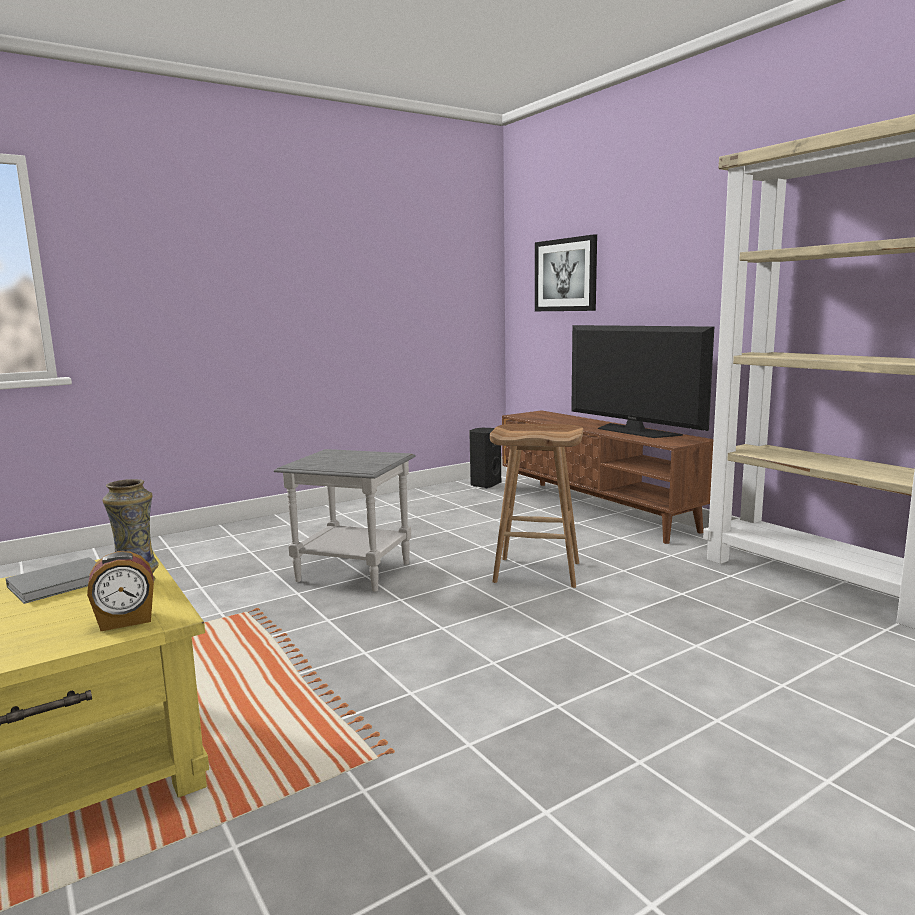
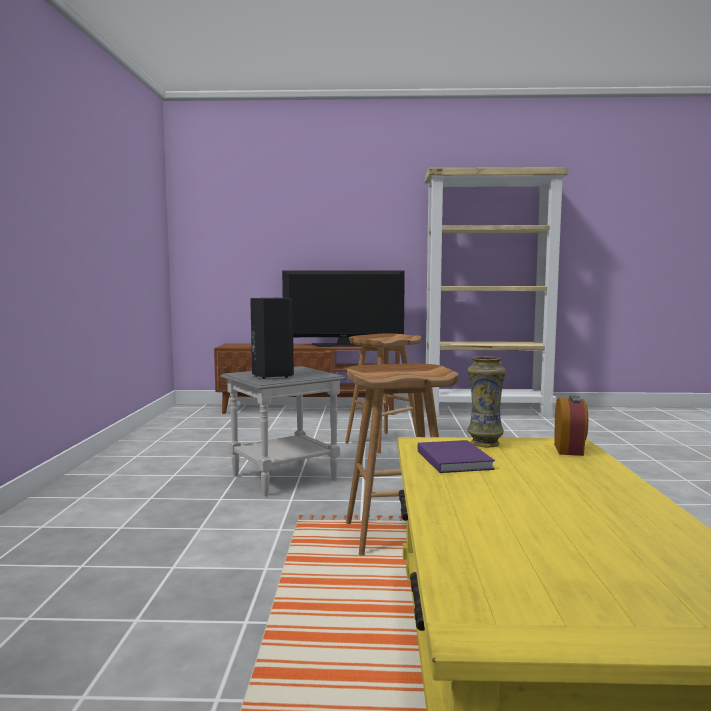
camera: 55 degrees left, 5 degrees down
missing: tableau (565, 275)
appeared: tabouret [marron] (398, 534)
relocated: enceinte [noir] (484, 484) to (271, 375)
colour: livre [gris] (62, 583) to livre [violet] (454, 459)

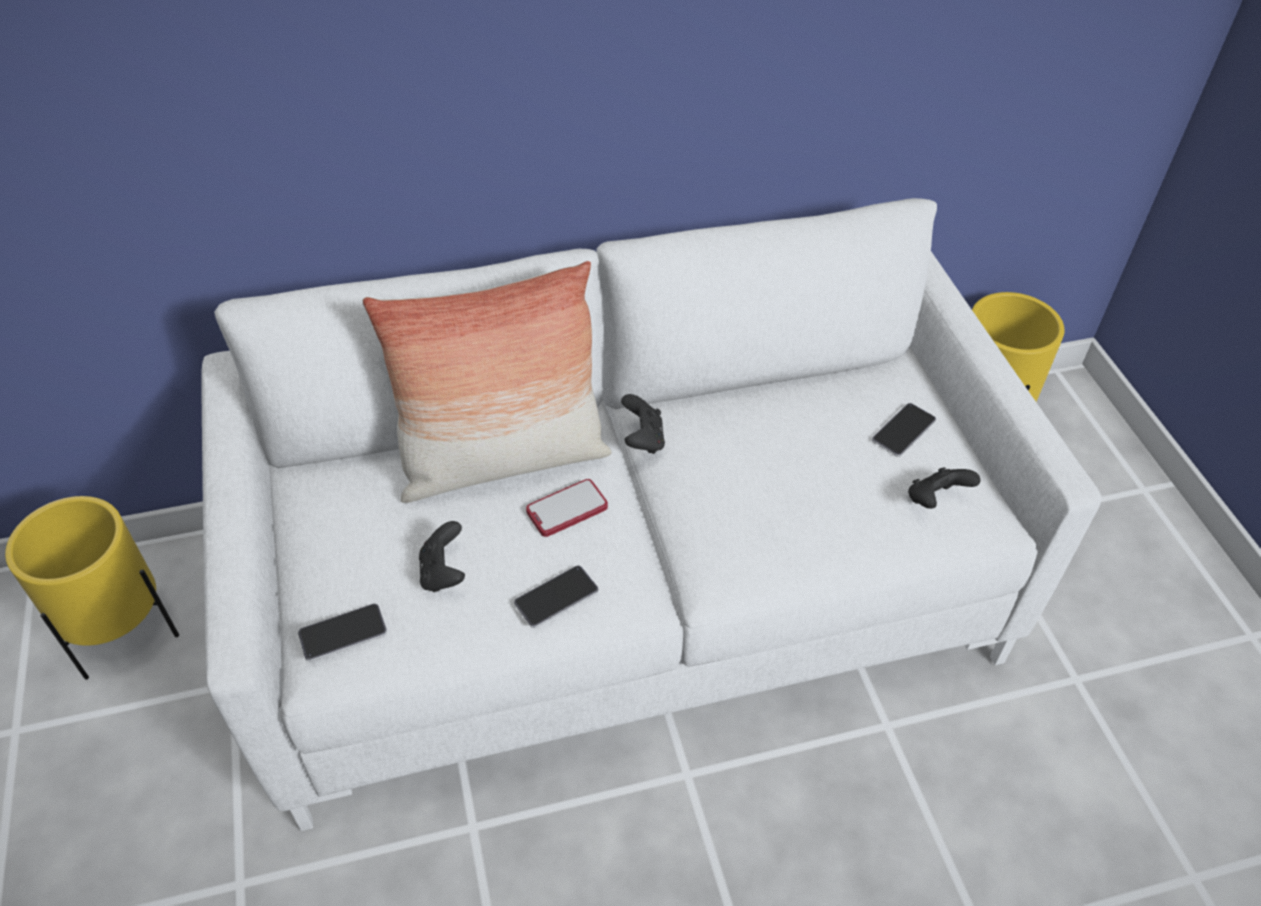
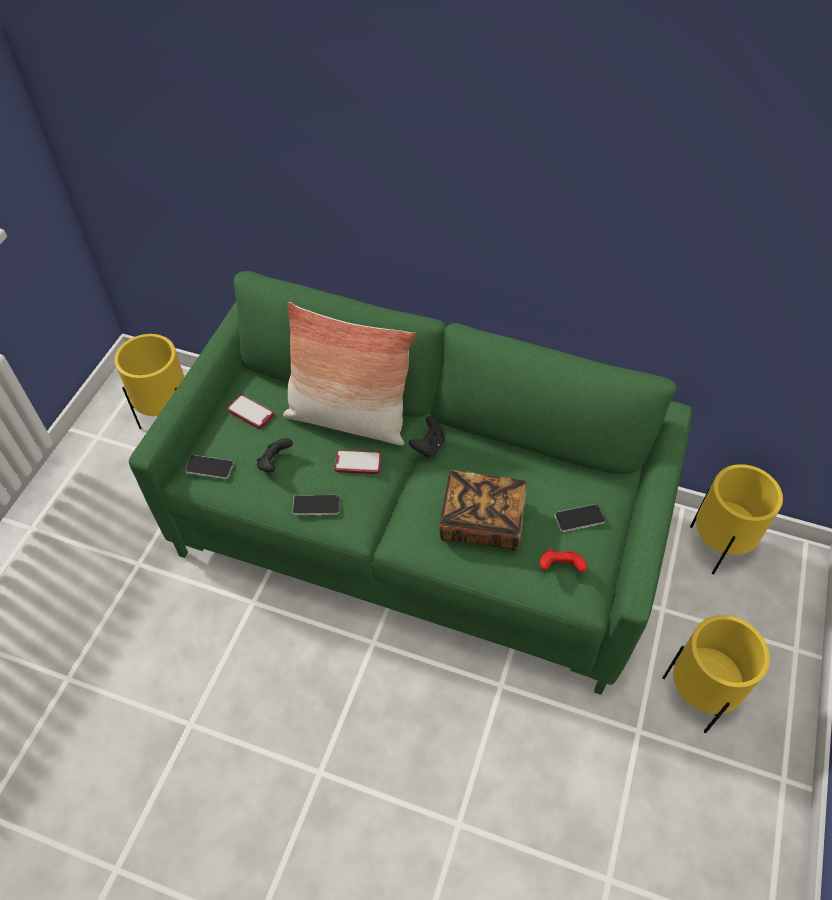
camera: 35 degrees right, 5 degrees up
appeared: téléphone (250, 413); livre (481, 521); cache-pot [jaune] (697, 696)
colour: canapé [blanc] (627, 594) to canapé [vert] (417, 530); manette [noir] (935, 500) to manette [rouge] (560, 568)

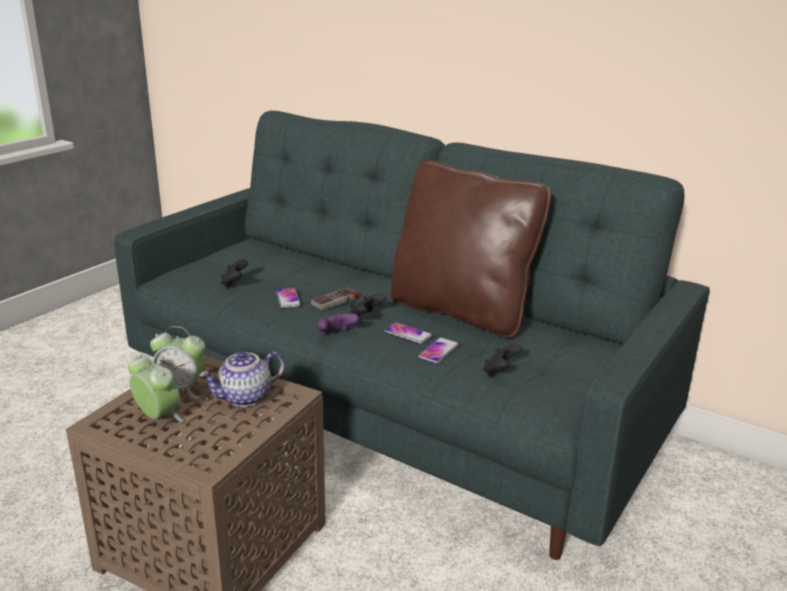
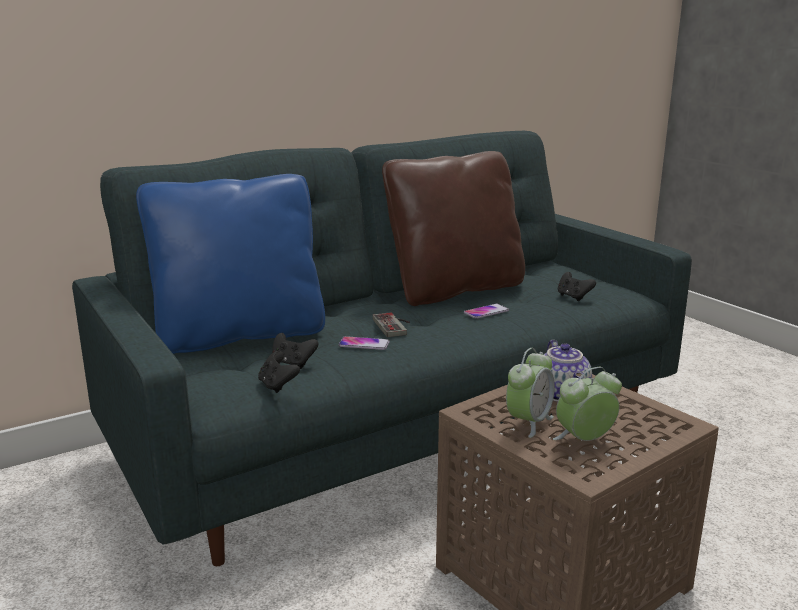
camera: 65 degrees left, 5 degrees down
missing: manette [violet] (336, 335); téléphone (438, 351)
appeared: coussin [bleu] (240, 335)
relocated: manette [noir] (366, 317) to (277, 386)

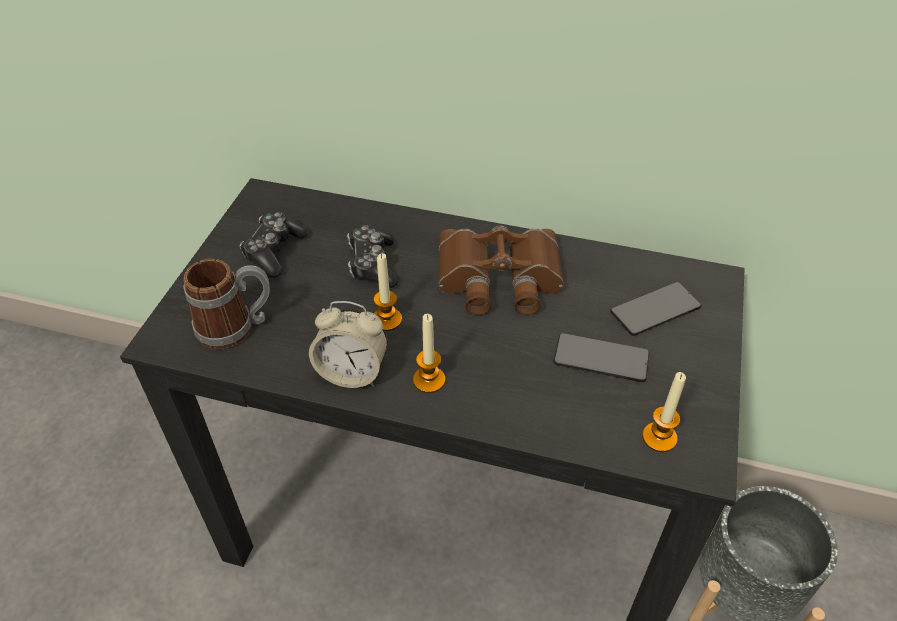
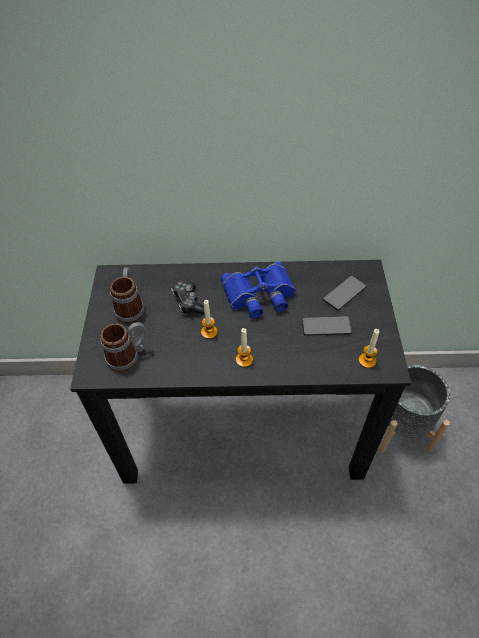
camera: 15 degrees left, 5 degrees up
missing: réveil (352, 372)
exchanged: manette (274, 251) to mug (131, 307)
colour: jumelles [marron] (498, 279) to jumelles [bleu] (259, 295)

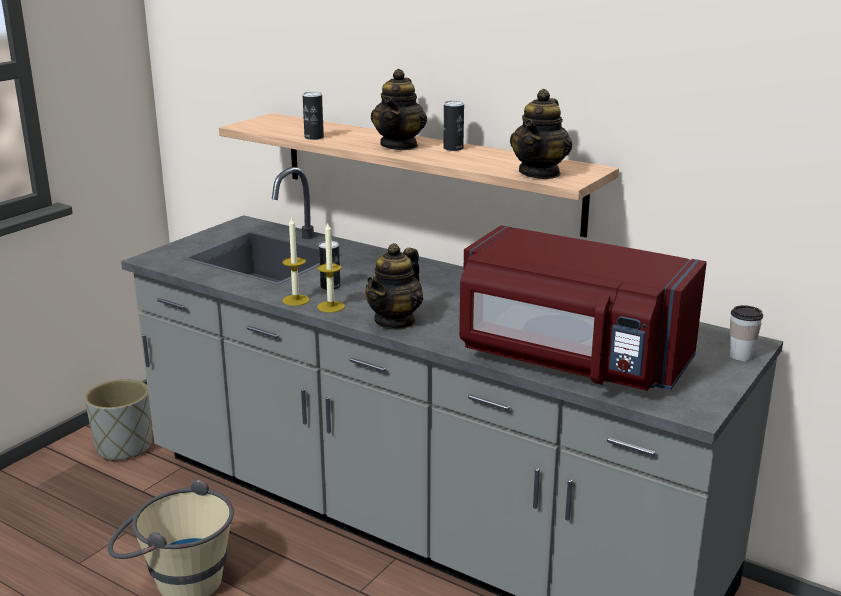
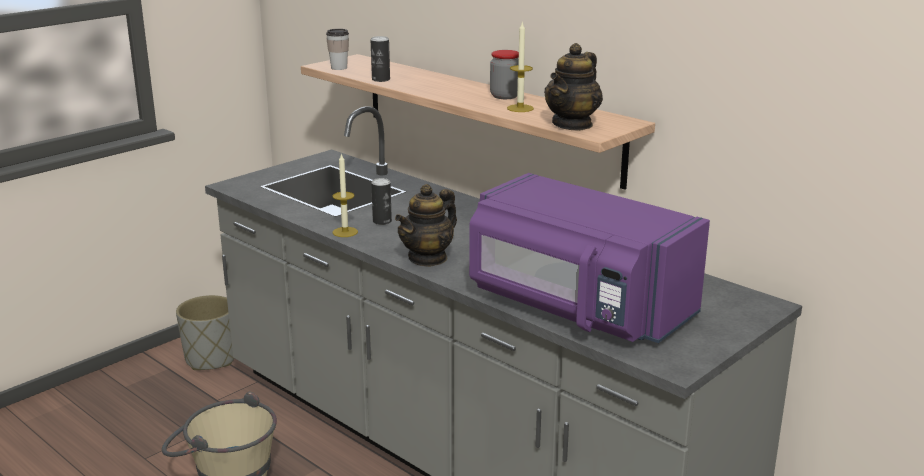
camera: 10 degrees right, 0 degrees up
missing: théière (399, 145)
relocated: bougie (331, 307) to (520, 108); tasse (740, 356) to (339, 68)
exchanged: boîte métallique (453, 148) to bocal (505, 96)
colour: micro-ondes [rouge] (570, 361) to micro-ondes [violet] (576, 308)

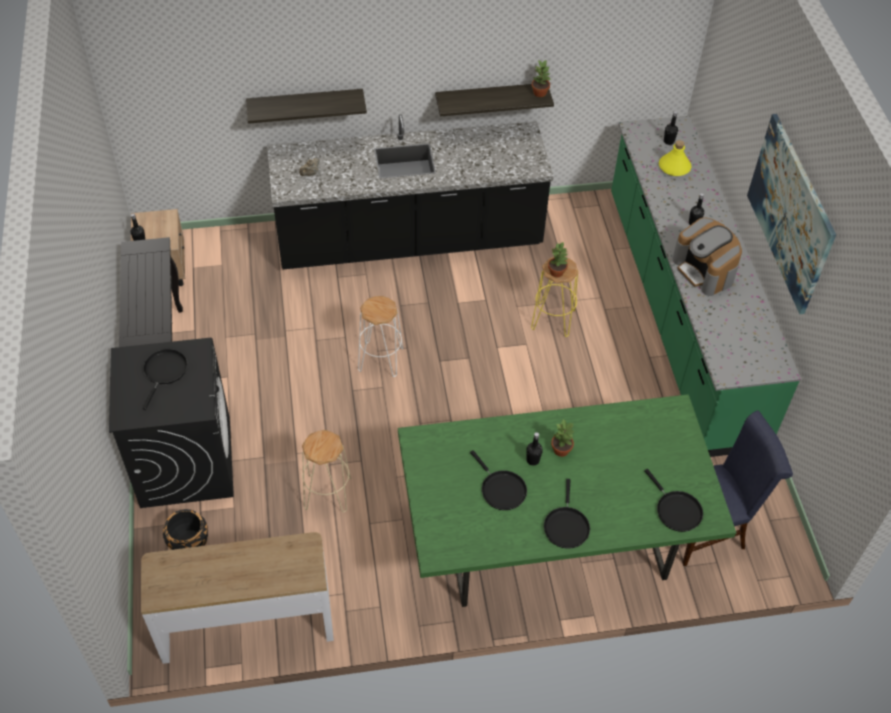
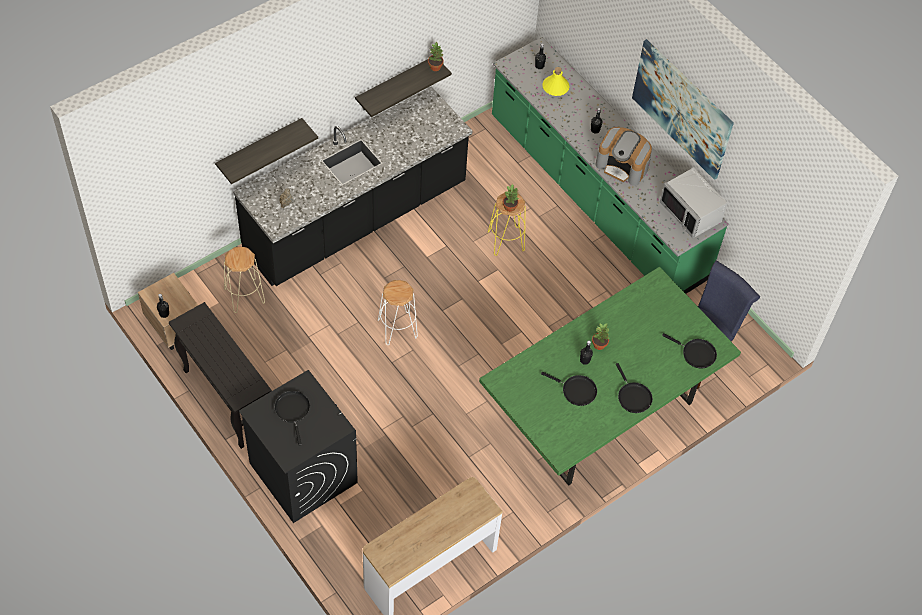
camera: 30 degrees left, 5 degrees up
missing: cache-pot [noir] (189, 544)
appeared: micro-ondes [gris] (691, 212)
relocated: tabouret [beige] (327, 493) to (244, 295)

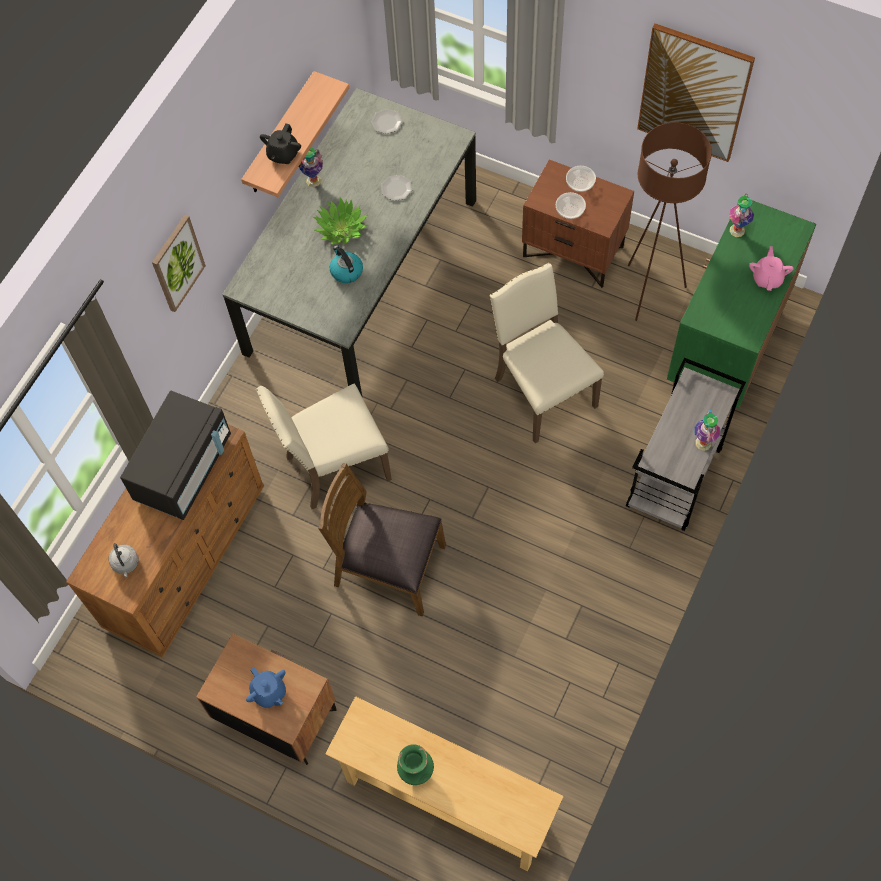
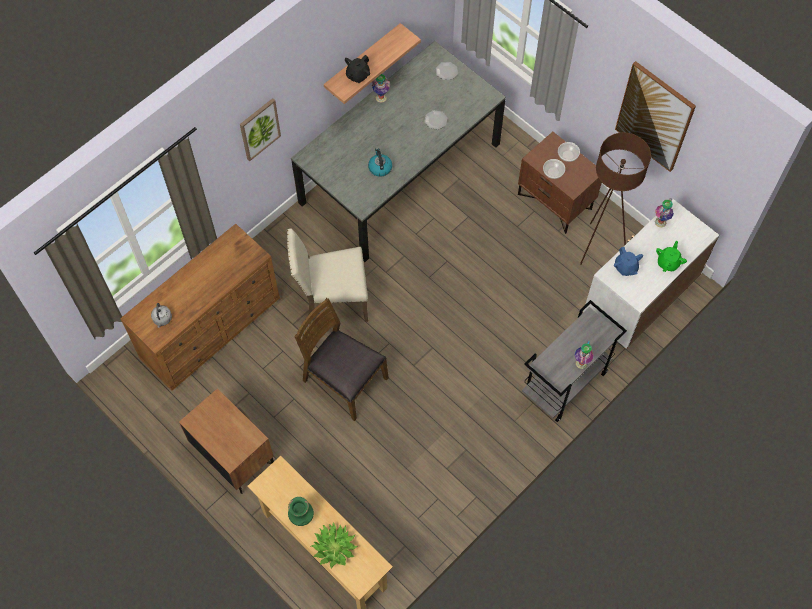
camera: 15 degrees right, 0 degrees up
missing: chaise [beige] (542, 392); micro-ondes [noir] (184, 468)
relocated: plante en pot (341, 228) to (334, 547); théière [bleu] (269, 692) to (625, 267)
colour: meuble de rangement [vert] (726, 347) to meuble de rangement [blanc] (638, 303); théière [rose] (767, 278) to théière [vert] (668, 262)

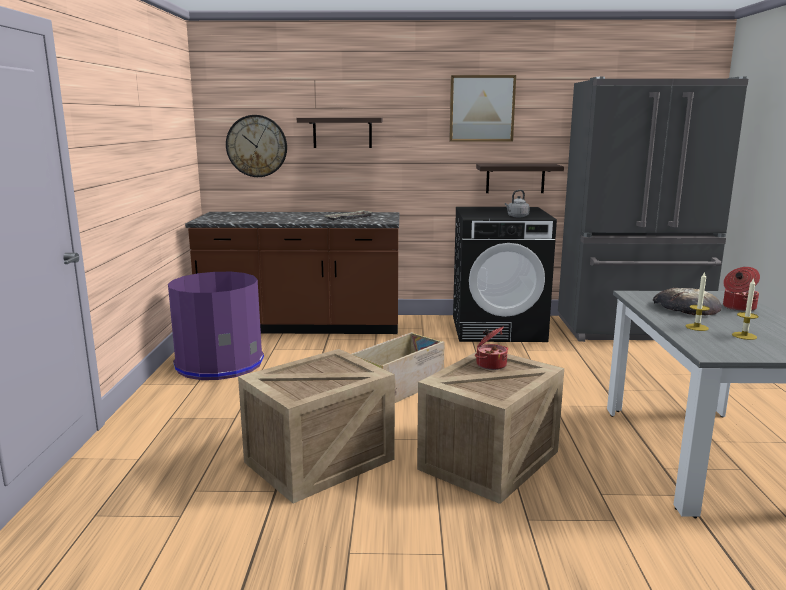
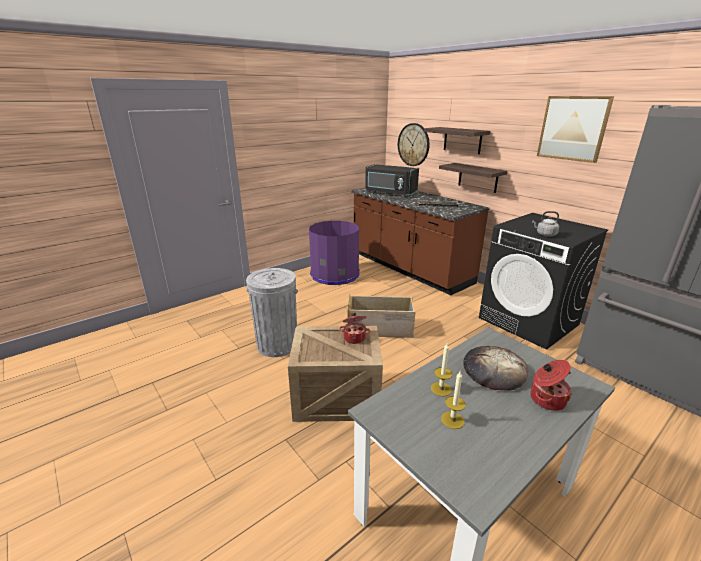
camera: 50 degrees right, 10 degrees up
appeared: micro-ondes [noir] (390, 192)
relocated: étagère (515, 178) to (478, 177)
exchanged: caisse (320, 459) to poubelle [gris] (277, 345)

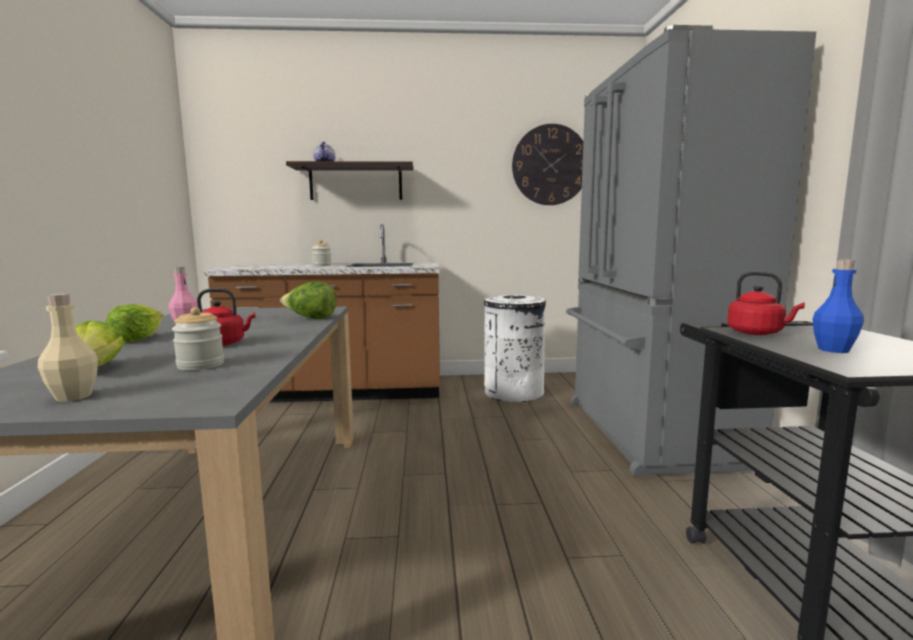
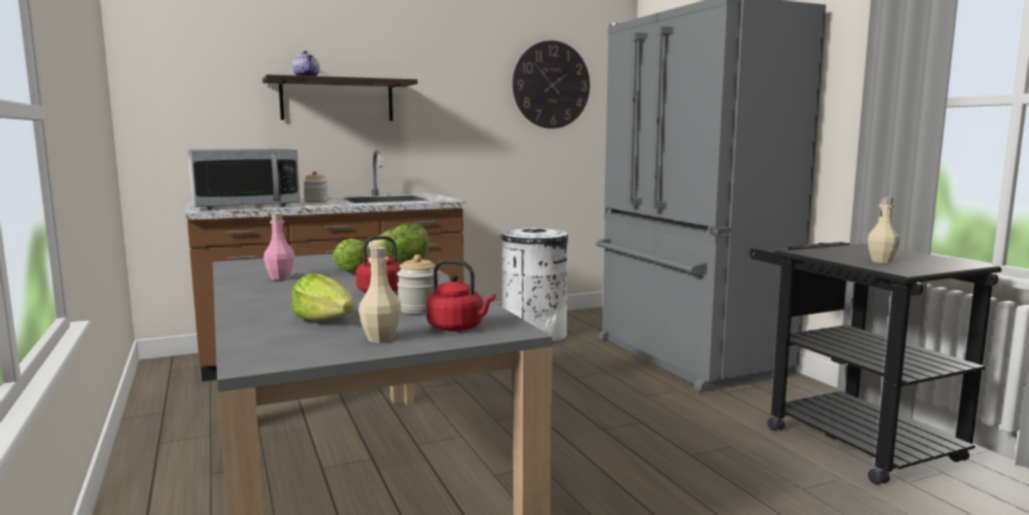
camera: 20 degrees left, 0 degrees up
appeared: micro-ondes (246, 206)
relocated: bouilloire [rouge] (758, 333) to (458, 328); laitue (137, 338) to (351, 270)
colour: bouteille [bleu] (833, 350) to bouteille [beige] (881, 261)

